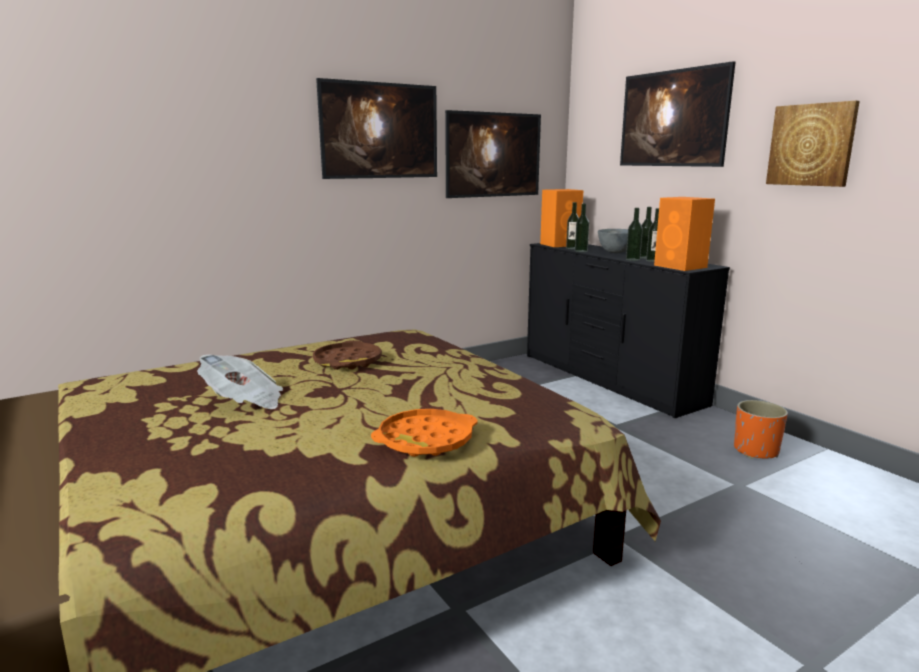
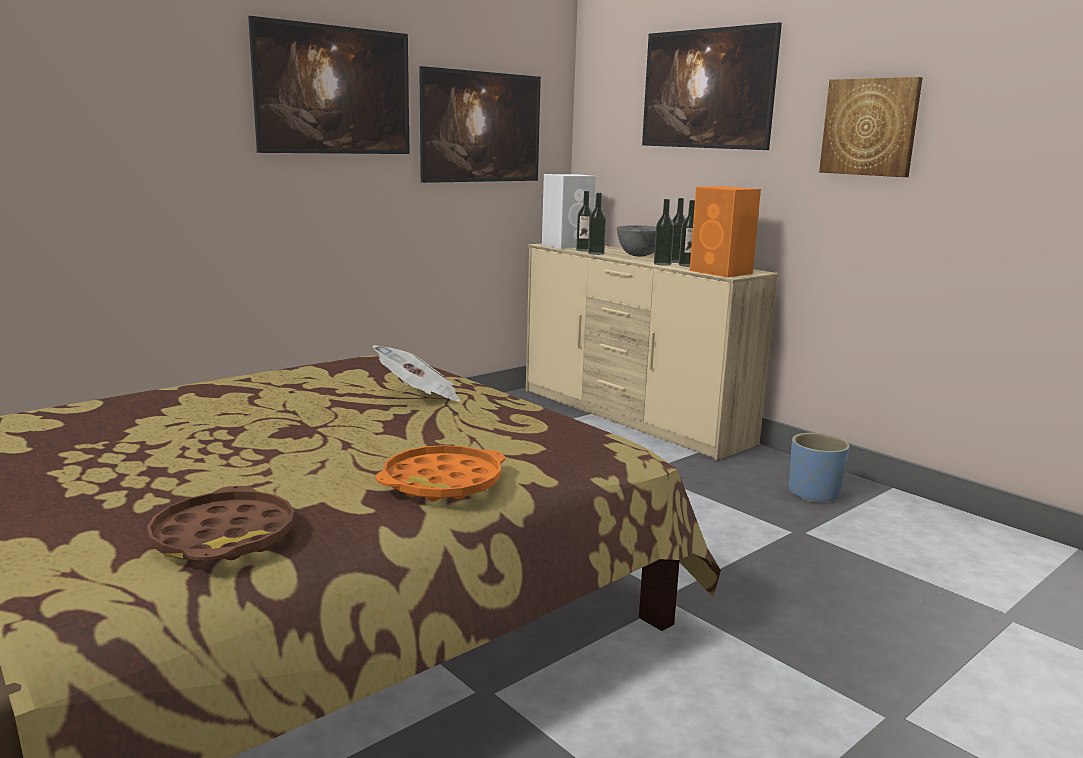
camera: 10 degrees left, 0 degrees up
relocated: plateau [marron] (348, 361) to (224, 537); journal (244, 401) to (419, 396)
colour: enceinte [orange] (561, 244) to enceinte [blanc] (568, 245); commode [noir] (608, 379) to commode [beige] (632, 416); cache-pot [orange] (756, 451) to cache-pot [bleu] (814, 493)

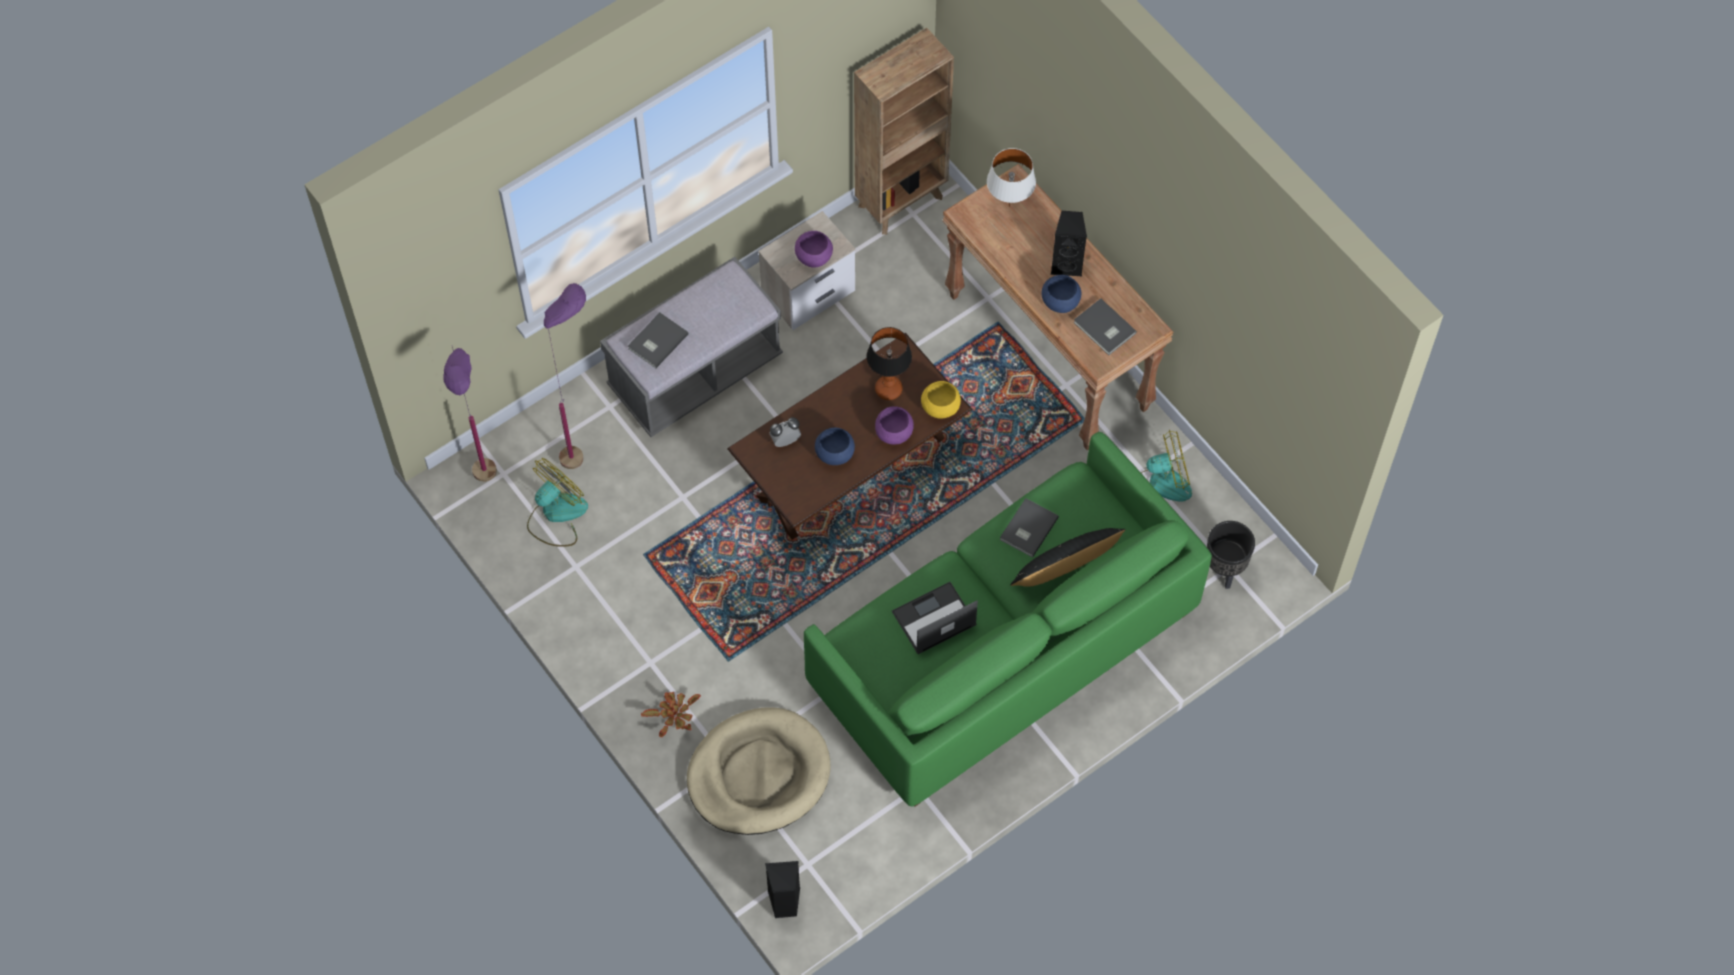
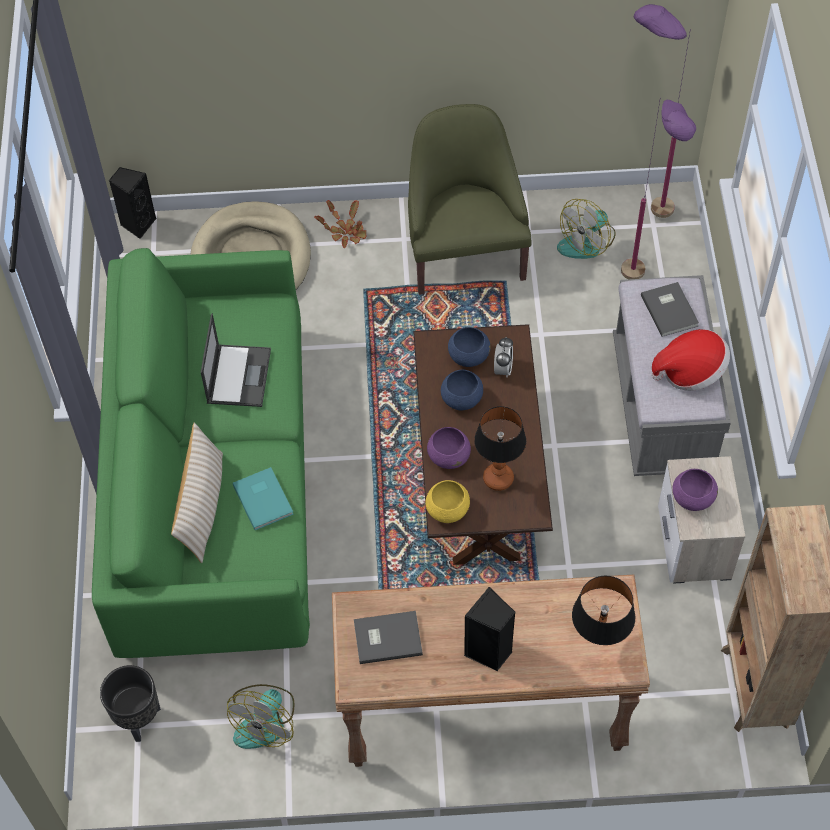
camera: 125 degrees right, 5 degrees down
appeared: fauteuil [vert] (464, 252); chapeau (690, 371)
relocated: bol [bleu] (1060, 302) to (468, 356)
colour: lampe de table [blanc] (1009, 205) to lampe de table [noir] (600, 640); livre [gris] (1027, 528) to livre [turquoise] (264, 498); coussin [noir] (1065, 567) to coussin [beige] (202, 506)
spun: ventilateur (556, 515) = (587, 241) 60 degrees clockwise

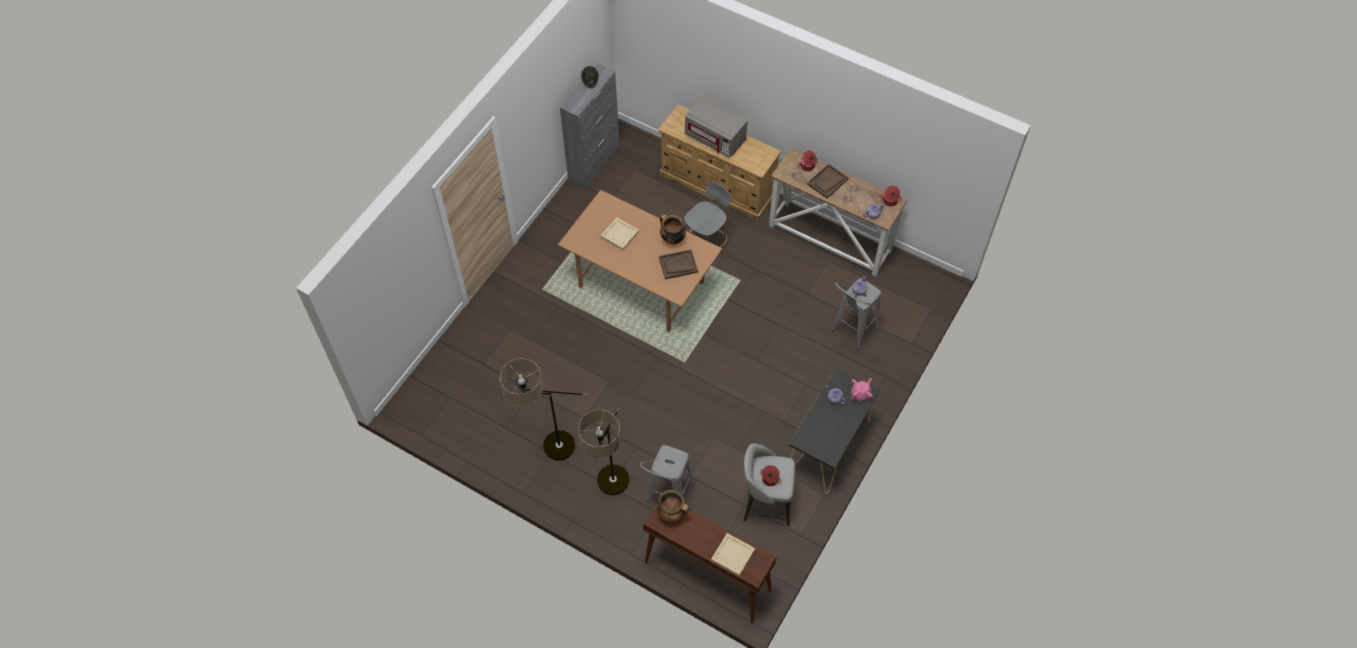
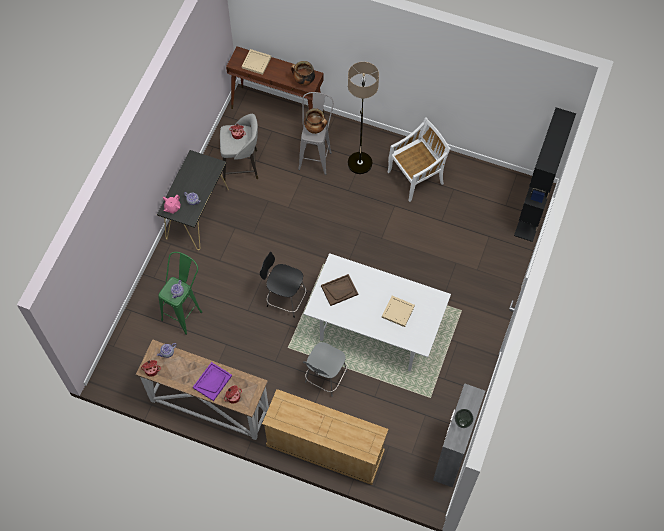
camera: 170 degrees right, 5 degrees up
missing: micro-ondes [gris] (716, 138)
appeared: bibliothèque [noir] (533, 210); chaise [noir] (285, 298)
relocated: marmite (672, 239) to (315, 129)
exchanged: lampadaire (546, 450) to chaise [blanc] (416, 177)
colour: plateau [marron] (827, 182) to plateau [violet] (212, 381); table à manger [marron] (640, 285) to table à manger [blanc] (376, 328); tabouret [gris] (850, 334) to tabouret [vert] (185, 311)

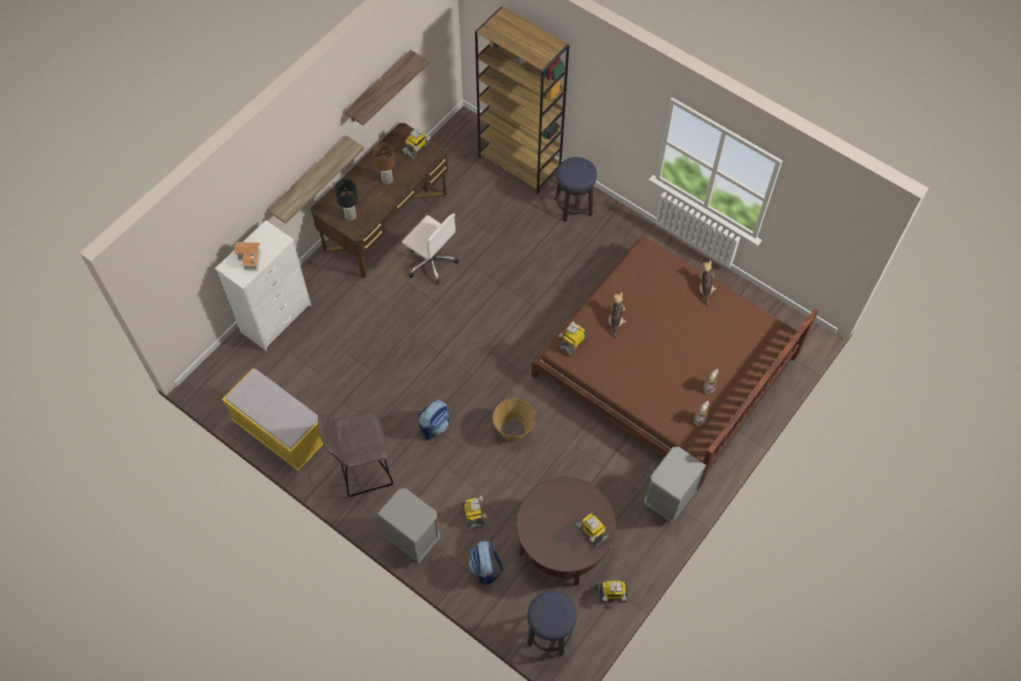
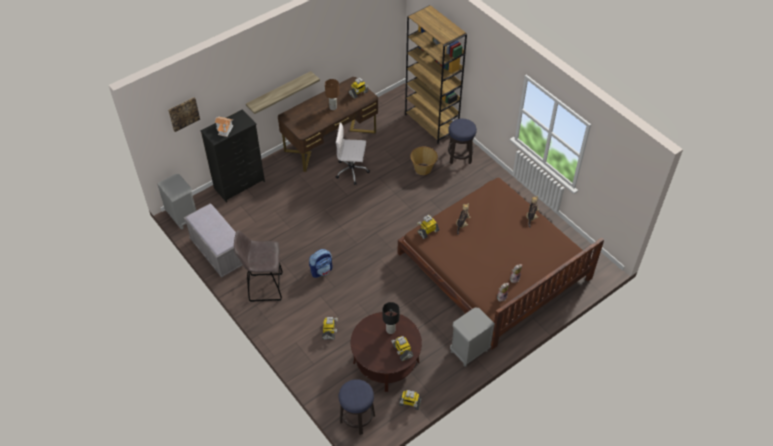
camera: 15 degrees right, 10 degrees down
missing: étagère (379, 88); sac à dos (485, 569)
appeared: tableau (183, 113)
relocated: lampe de table [noir] (350, 216) to (390, 330); panier (513, 430) to (423, 169); table de chevet [gris] (412, 539) to (182, 216)
colour: commode [blanc] (277, 318) to commode [noir] (240, 185); banc [jaune] (280, 432) to banc [gris] (218, 252)
spun: chaise de bureau [blanc] (431, 262) = (352, 171) 135 degrees clockwise

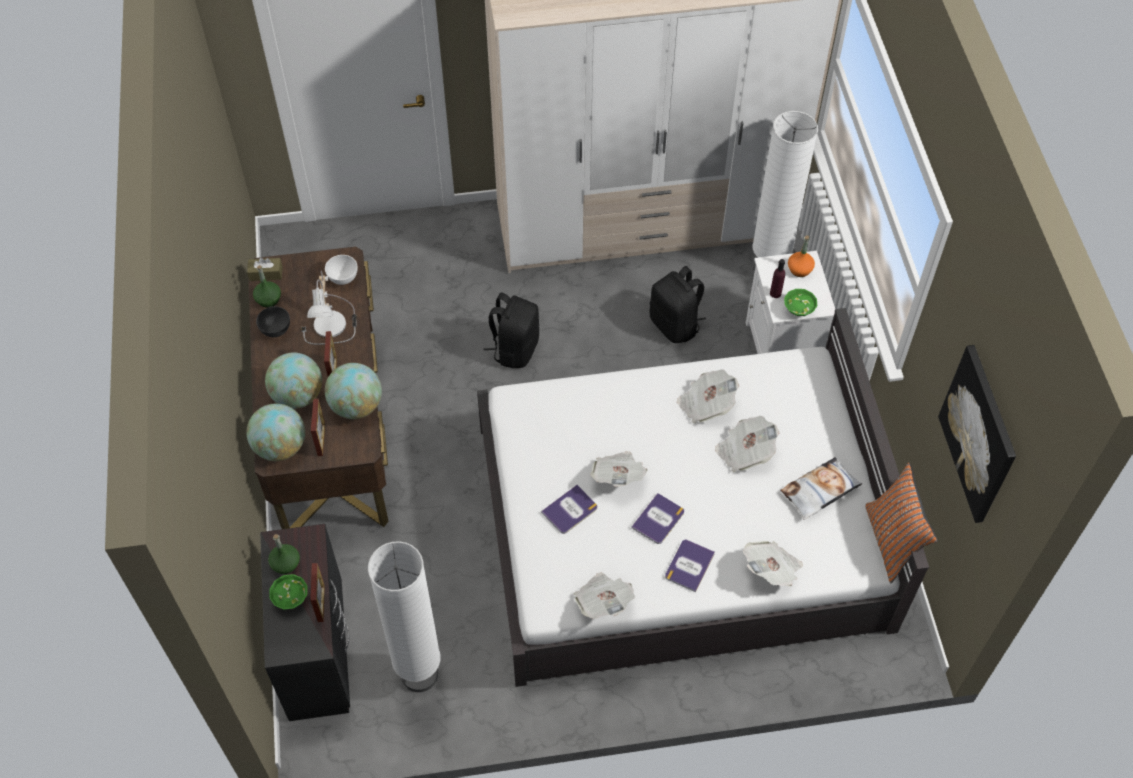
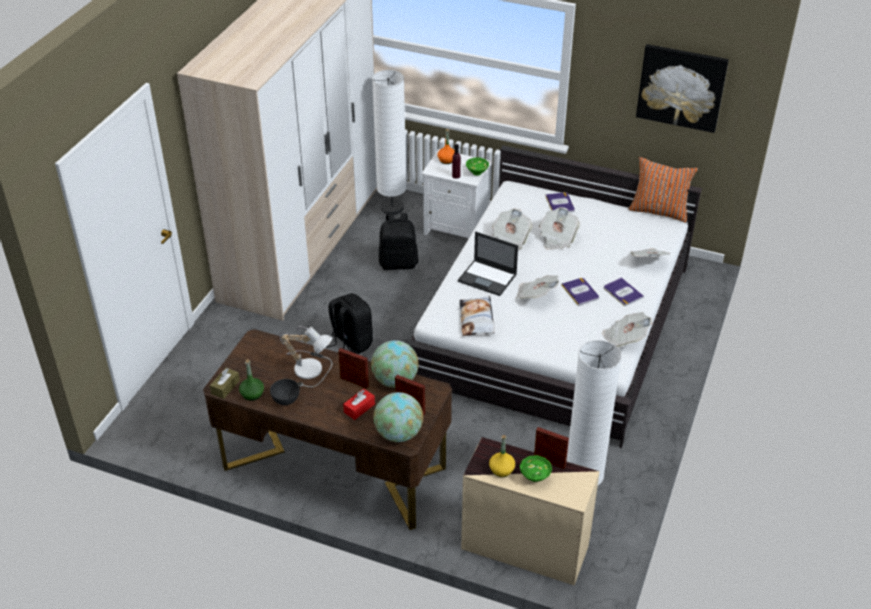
camera: 60 degrees left, 15 degrees down
missing: bol [blanc] (343, 278)
appeared: ordinateur portable (488, 278)
relocated: coussin (819, 491) to (477, 319); livre (570, 510) to (560, 203)
exchanged: globe (298, 396) to boîte à mouchoirs [rouge] (359, 408)
colour: commode [noir] (318, 650) to commode [beige] (524, 546); bouteille [vert] (285, 563) to bouteille [jaune] (501, 470)

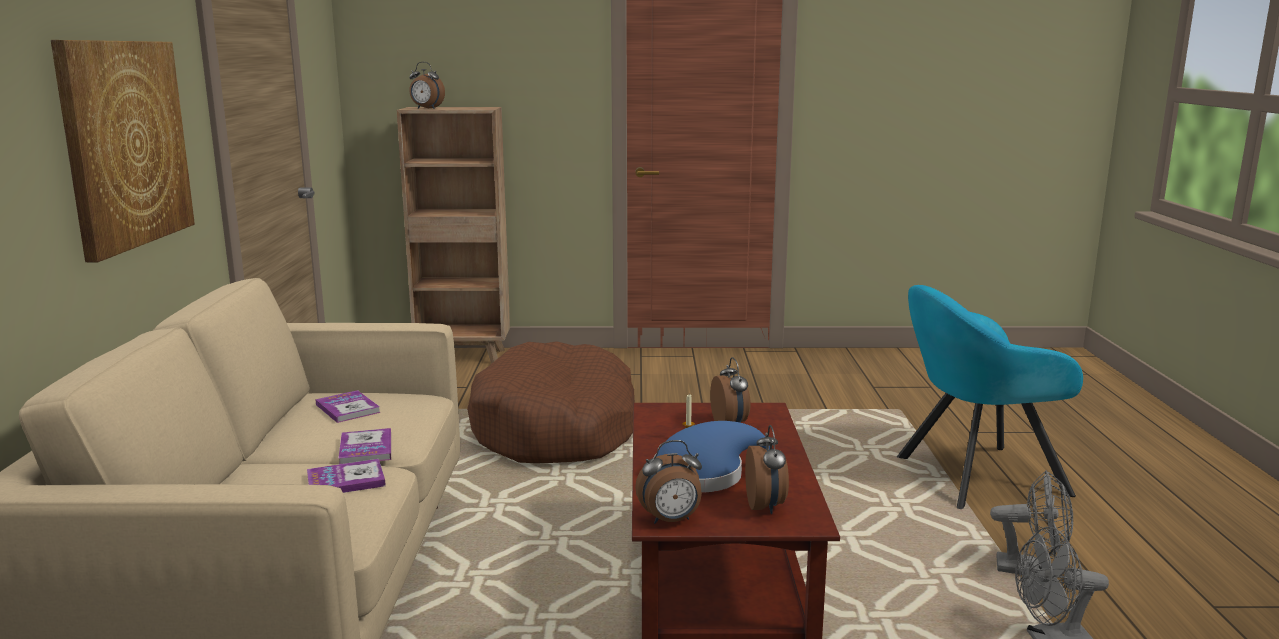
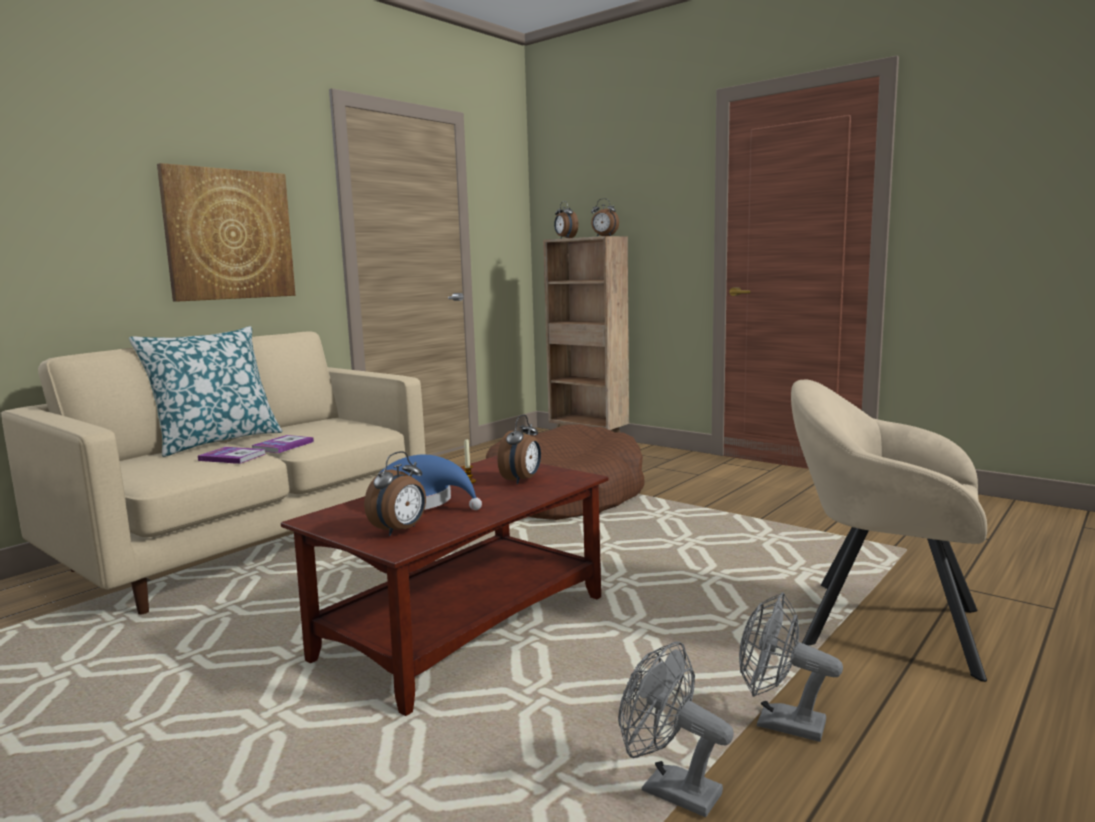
camera: 40 degrees right, 5 degrees down
missing: livre (348, 408)
appeared: coussin (216, 441)
relocated: réveil (670, 520) to (604, 236)
colour: fauteuil [turquoise] (973, 476) to fauteuil [beige] (879, 624)
spun: ventilateur [gris] (1031, 570) = (779, 723) 150 degrees clockwise

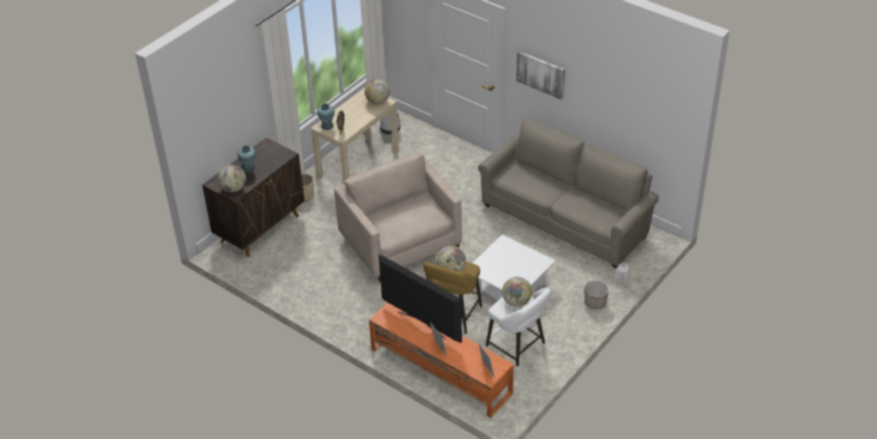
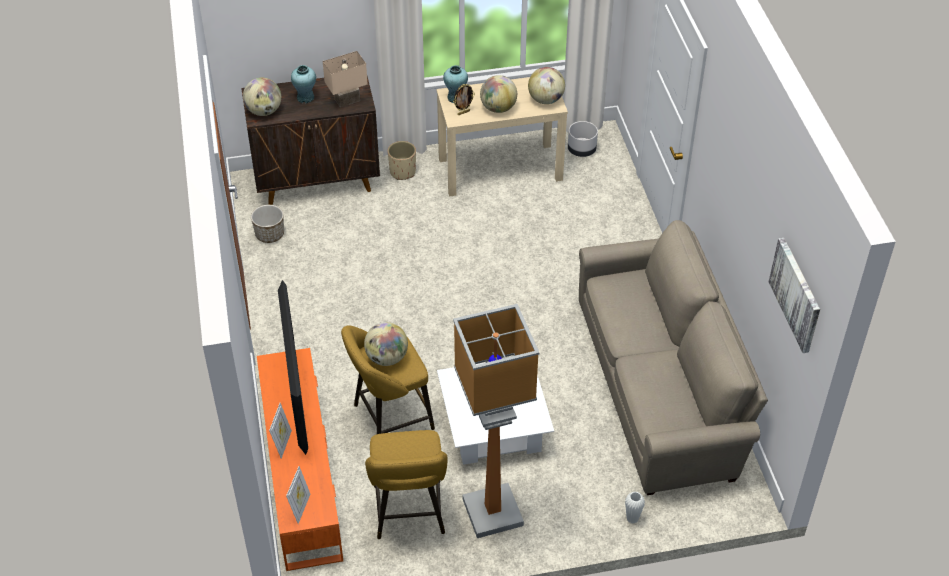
camera: 40 degrees right, 5 degrees up
missing: fauteuil [beige] (400, 244)
appeared: lampe de table [beige] (347, 99); lampadaire (494, 513)
relocated: tableau (541, 74) to (796, 294); globe (516, 302) to (498, 108); cache-pot (595, 303) to (269, 234)
colour: tabouret [blanc] (518, 351) to tabouret [jaune] (409, 514)

